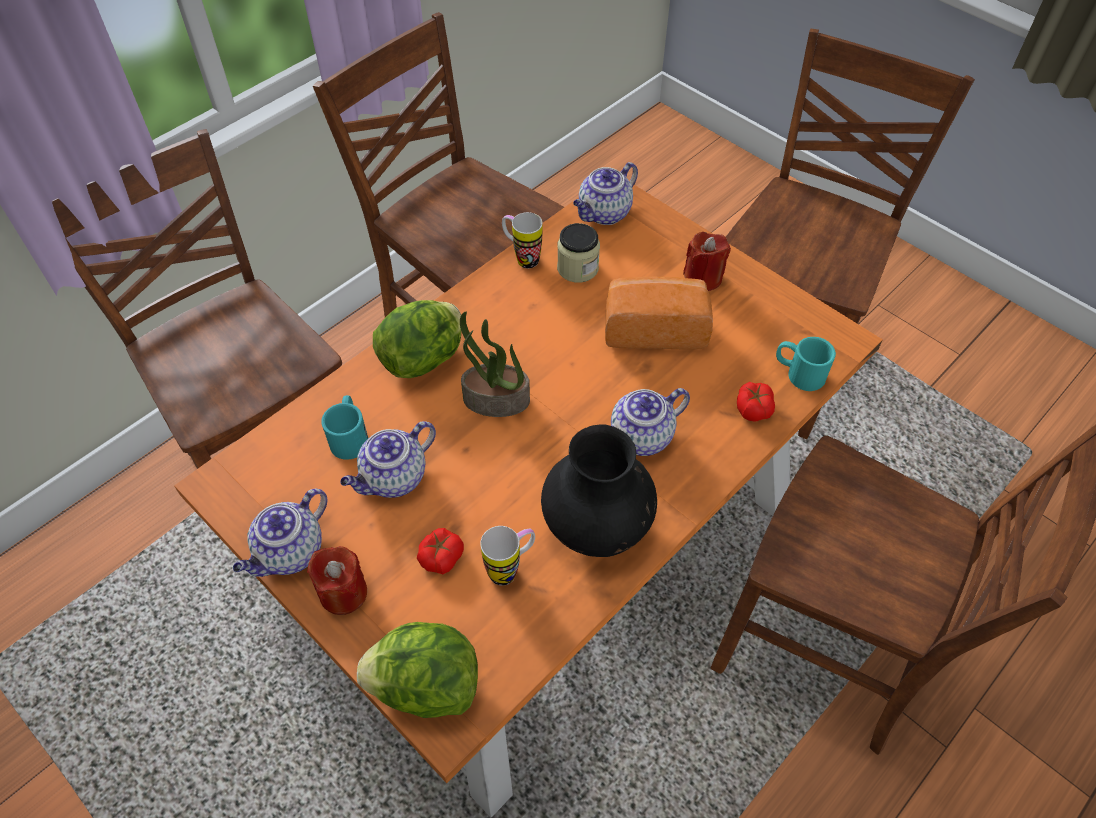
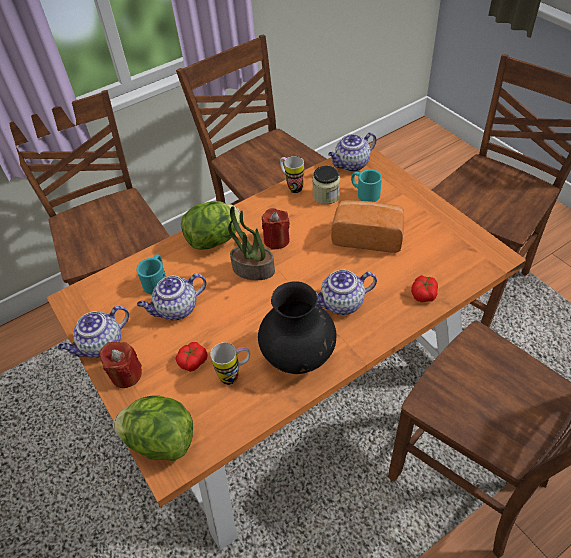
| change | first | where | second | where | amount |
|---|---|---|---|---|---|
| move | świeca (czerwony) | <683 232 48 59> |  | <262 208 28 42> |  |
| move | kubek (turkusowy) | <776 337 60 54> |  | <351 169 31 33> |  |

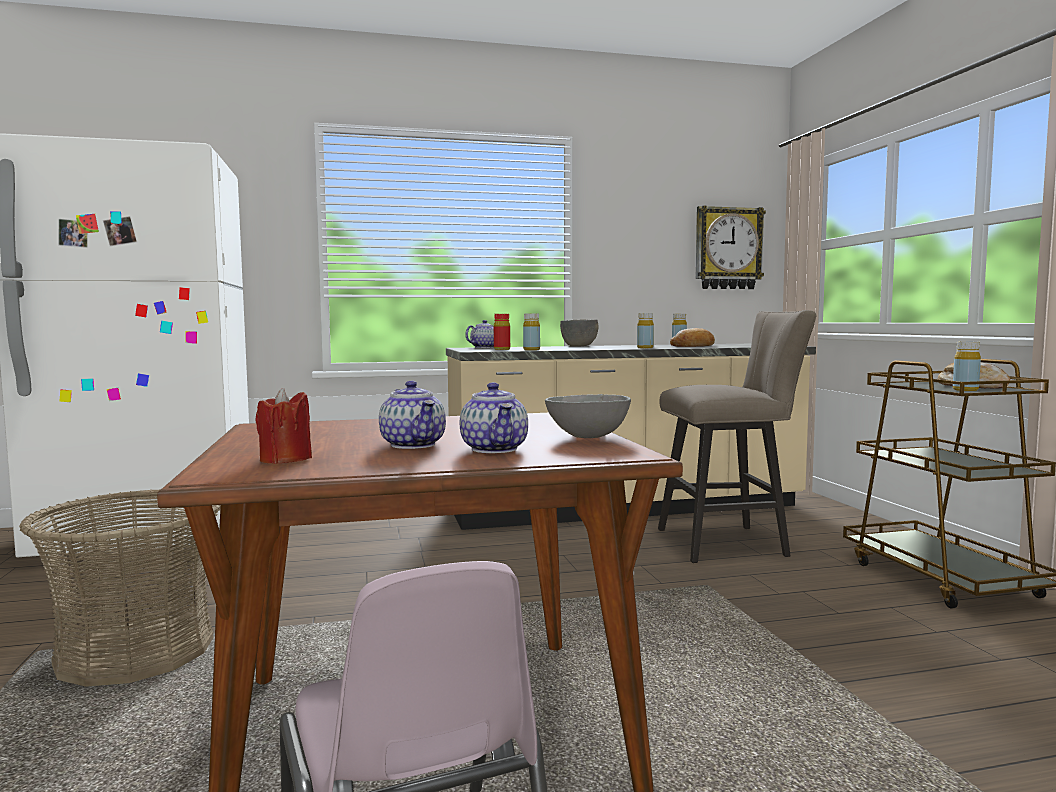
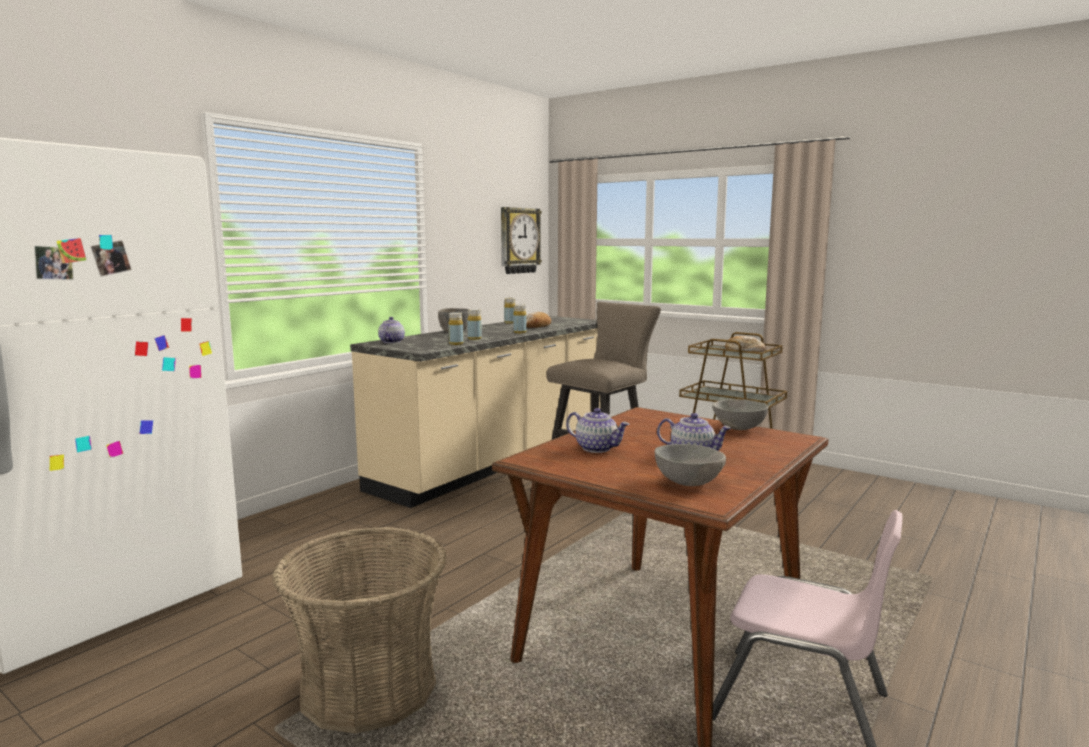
| change | first | where | second | where | amount |
|---|---|---|---|---|---|
| replace | świeca (czerwony) | <255 388 57 76> | miska (szary) | <654 444 72 42> |  |
| move | imbryk | <460 382 68 71> |  | <566 408 63 45> |  |
| delete | butelka (czerwony) | <494 314 16 36> |  |  |  |
| move | butelka (żółty) | <953 342 28 49> |  | <467 309 15 31> |  |

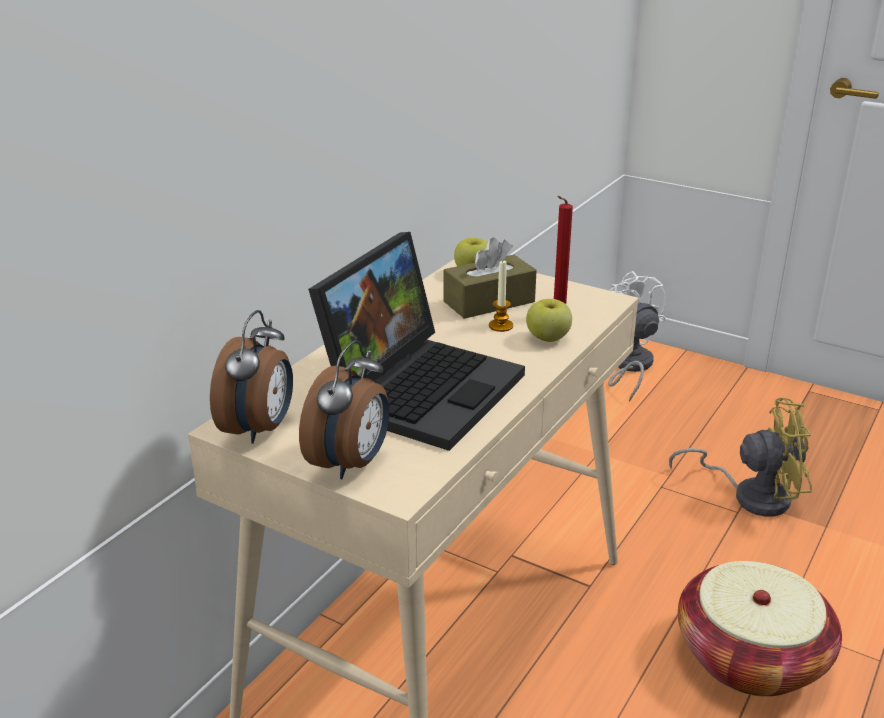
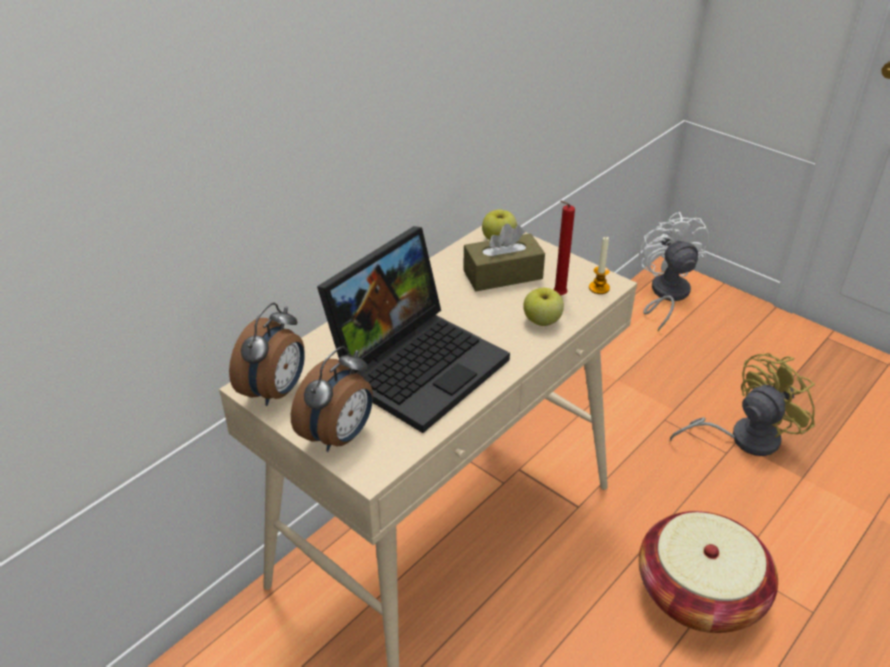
| change | first | where | second | where | amount |
|---|---|---|---|---|---|
| move | świeca | <489 261 24 71> |  | <589 237 21 57> |  |
| rotate | wentylator (żółty) | <669 398 143 119> |  | <670 353 145 103> | 45 degrees counterclockwise |

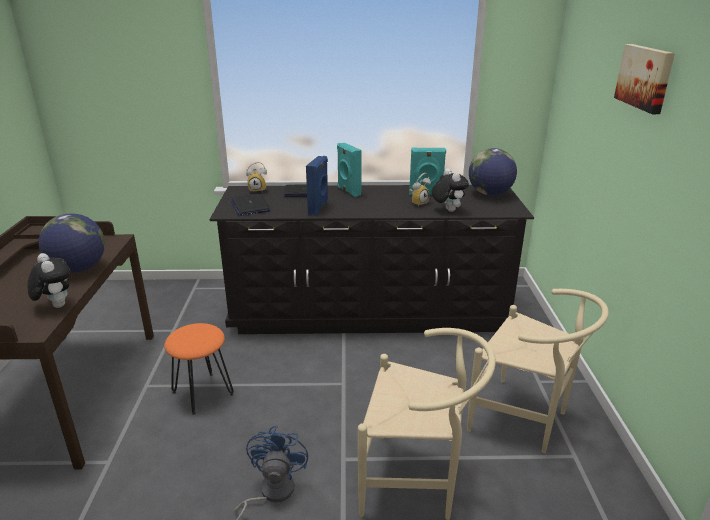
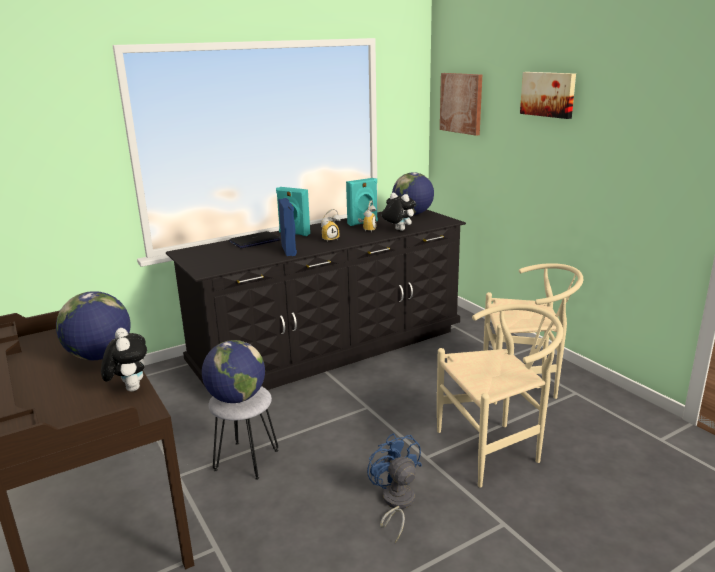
| change | first | where | second | where | amount |
|---|---|---|---|---|---|
| rotate | pluszak | <27 253 43 55> |  | <101 328 46 63> | 45 degrees clockwise |
| recolor | stołek (pomarańczowy) | <164 323 70 92> | stołek (szary) | <208 386 70 94> |  |
| delete | laptop | <230 194 41 22> |  |  |  |
| move | budzik | <246 162 21 31> |  | <321 209 19 33> |  |
| insert |  |  | globus | <202 340 63 63> |  |
| insert |  |  | obraz | <440 73 42 63> |  |

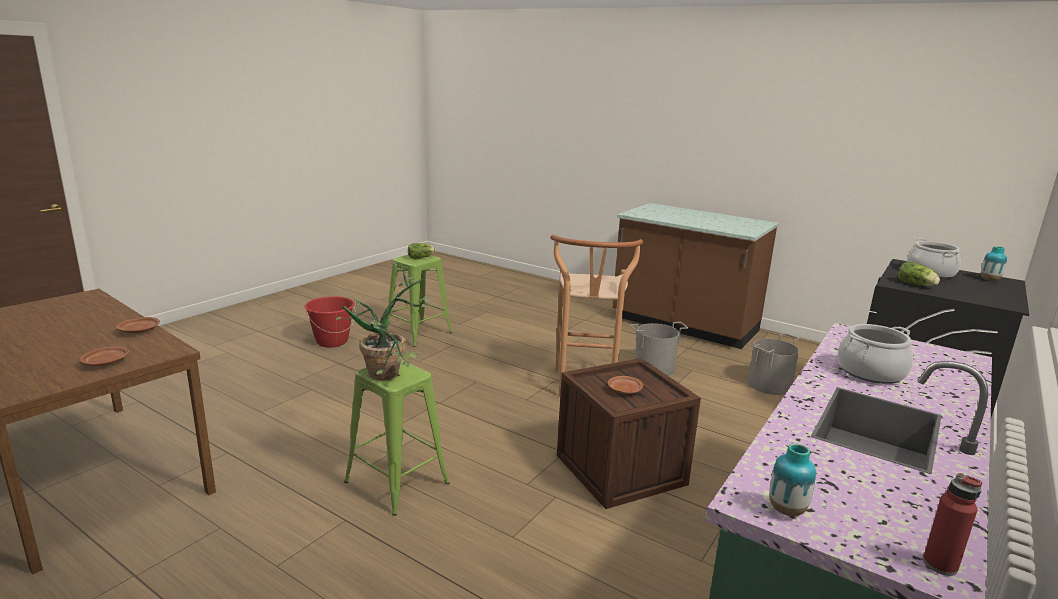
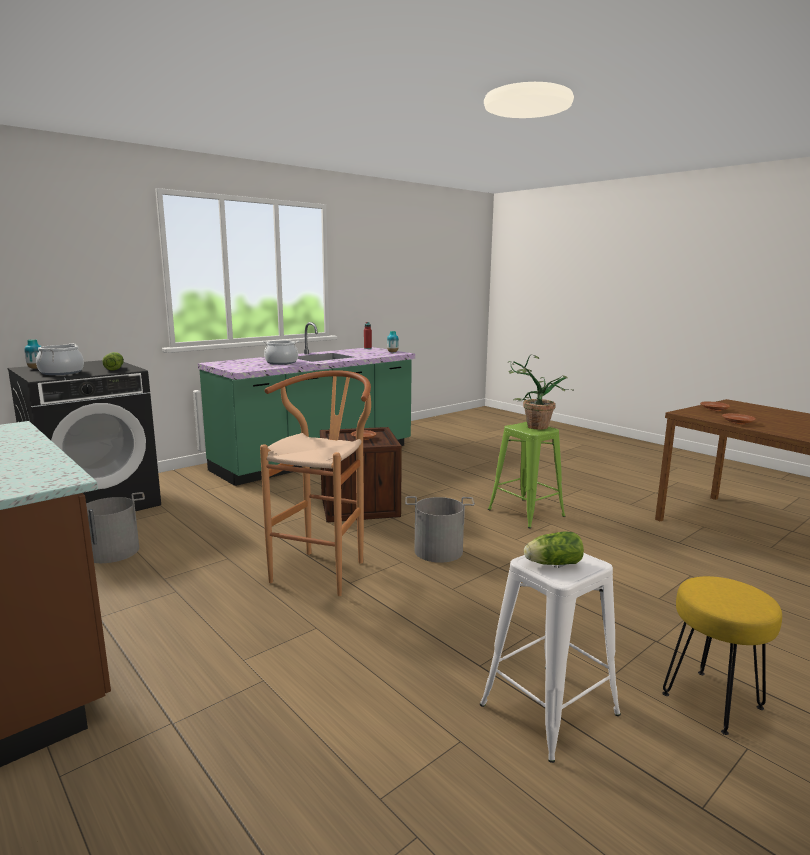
| change | first | where | second | where | amount |
|---|---|---|---|---|---|
| replace | wiadro (czerwony) | <305 296 51 51> | stołek (żółty) | <662 576 120 159> |  |
| recolor | stołek (zielony) | <385 255 68 92> | stołek (biały) | <480 553 141 210> |  |
| move | wiadro (szary) | <630 322 58 54> |  | <405 496 70 67> |  |

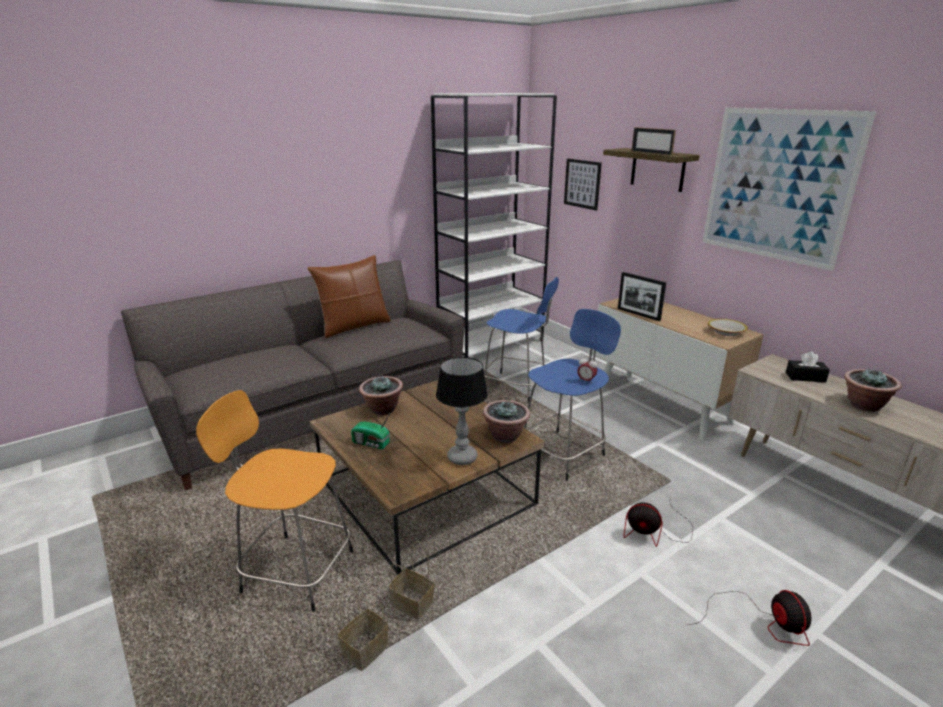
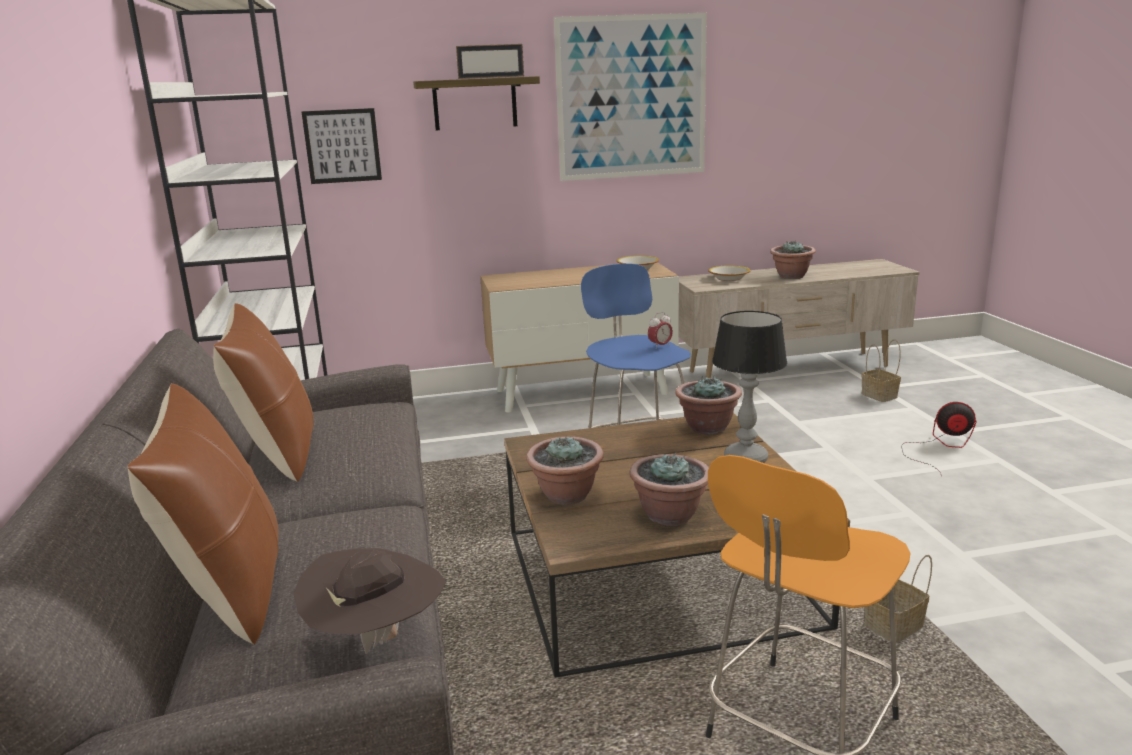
| change | first | where | second | where | amount |
|---|---|---|---|---|---|
| move | koszyk | <338 585 50 86> |  | <862 339 39 63> |  |
| replace | radio | <351 412 40 38> | roślina doniczkowa | <630 452 79 74> |  |
| delete | stołek (niebieski) | <484 277 75 126> |  |  |  |
| delete | ramka na zdjęcie | <618 272 48 49> |  |  |  |
| delete | wentylator | <624 497 69 50> |  |  |  |
| replace | pudełko chusteczek (czarny) | <786 352 44 30> | miska | <708 265 42 16> |  |
| insert |  |  | poduszka (brązowy) | <128 383 150 261> |  |
| insert |  |  | kapelusz (brązowy) | <293 548 153 106> |  |

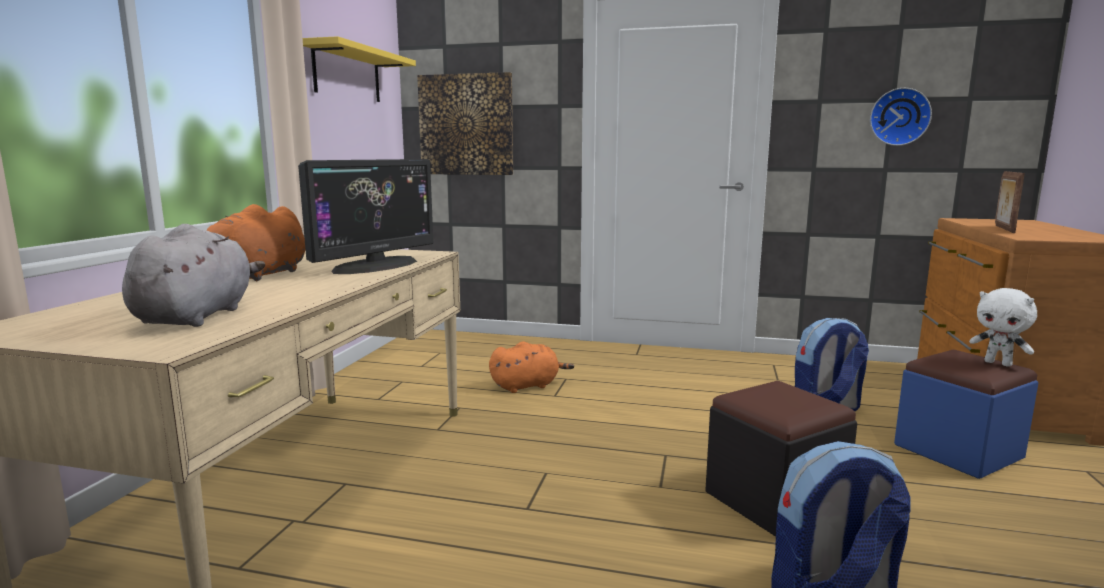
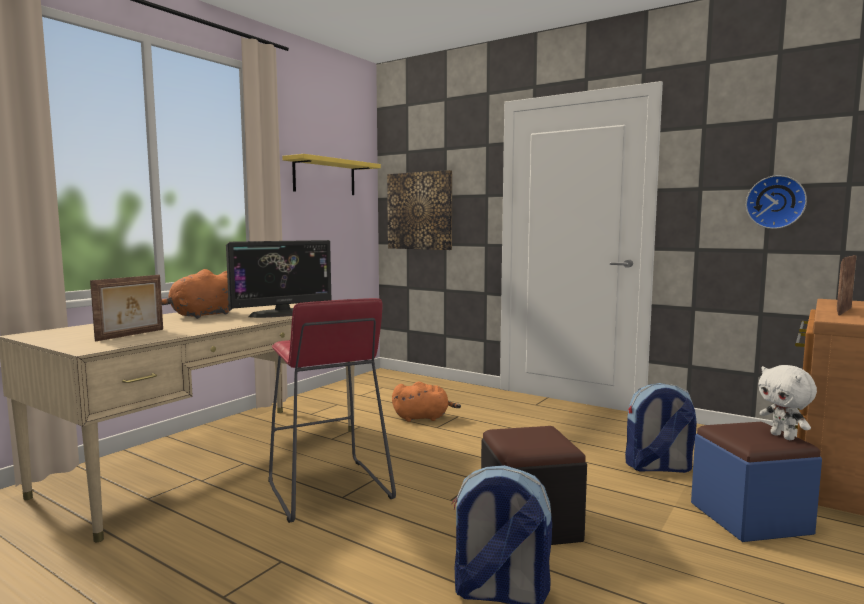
| change | first | where | second | where | amount |
|---|---|---|---|---|---|
| replace | pluszak (szary) | <122 224 143 103> | ramka na zdjęcie | <90 275 73 66> |  |
| insert |  |  | stołek (czerwony) | <268 298 128 225> |  |

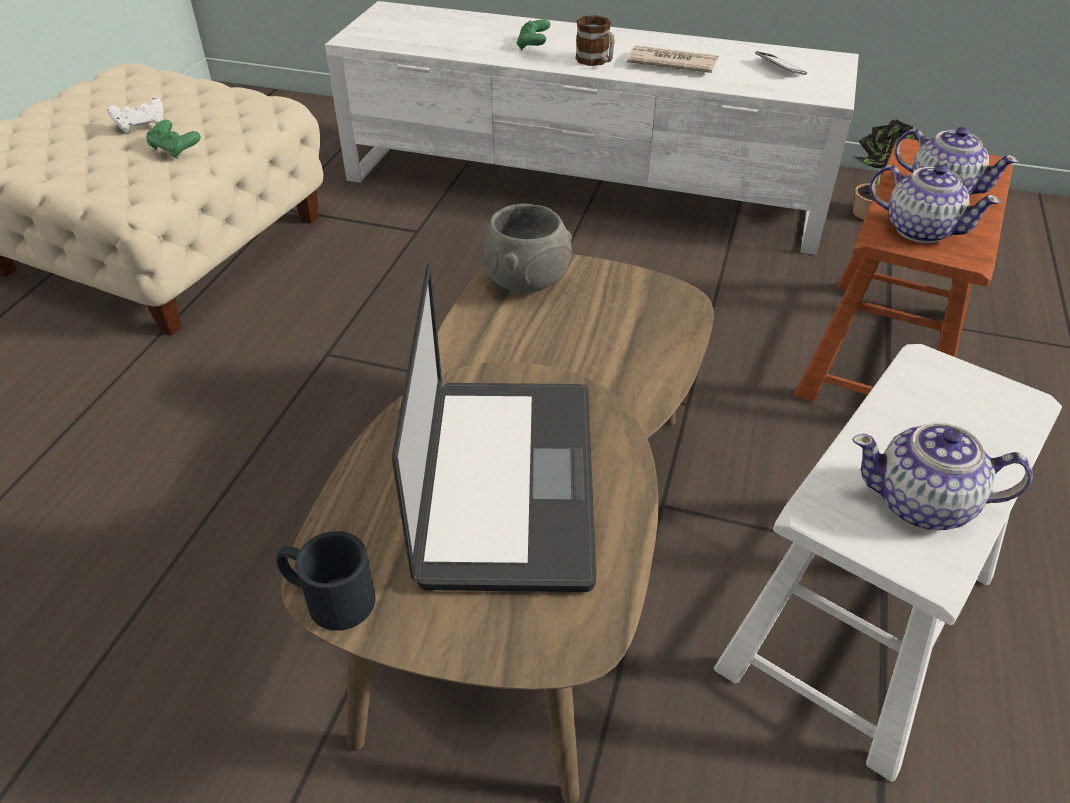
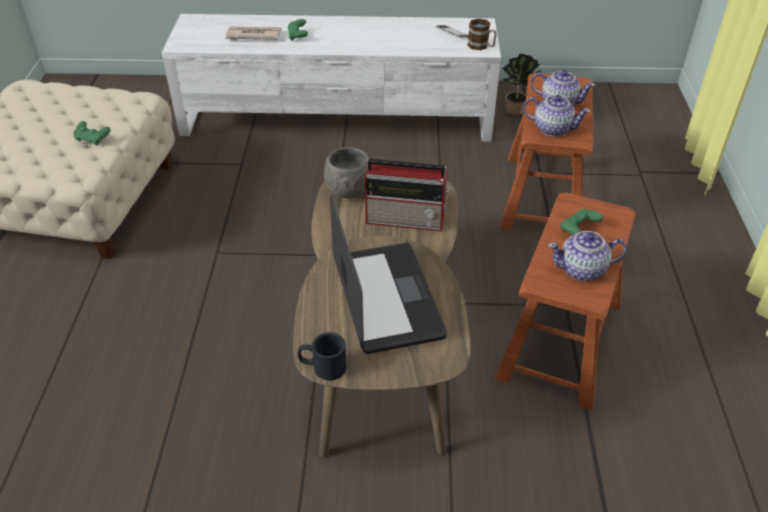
| change | first | where | second | where | amount |
|---|---|---|---|---|---|
| delete | pad do gier (biały) | <107 98 56 35> |  |  |  |
| move | kubek | <576 15 39 51> |  | <467 19 30 31> |  |
| move | gazeta | <627 45 91 28> |  | <225 26 56 14> |  |
| recolor | stołek (biały) | <714 344 348 437> | stołek (brązowy) | <495 192 141 218> |  |
| insert |  |  | radio | <365 159 85 72> |  |
| insert |  |  | pad do gier (zielony) | <560 209 43 26> |  |

